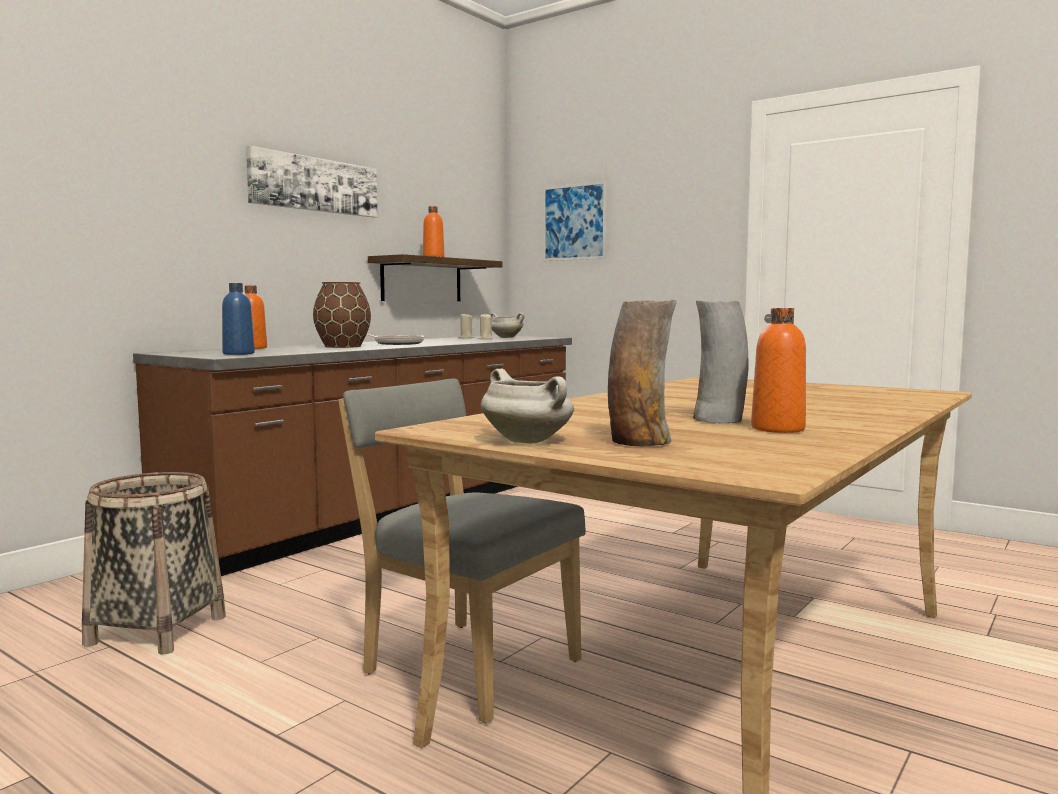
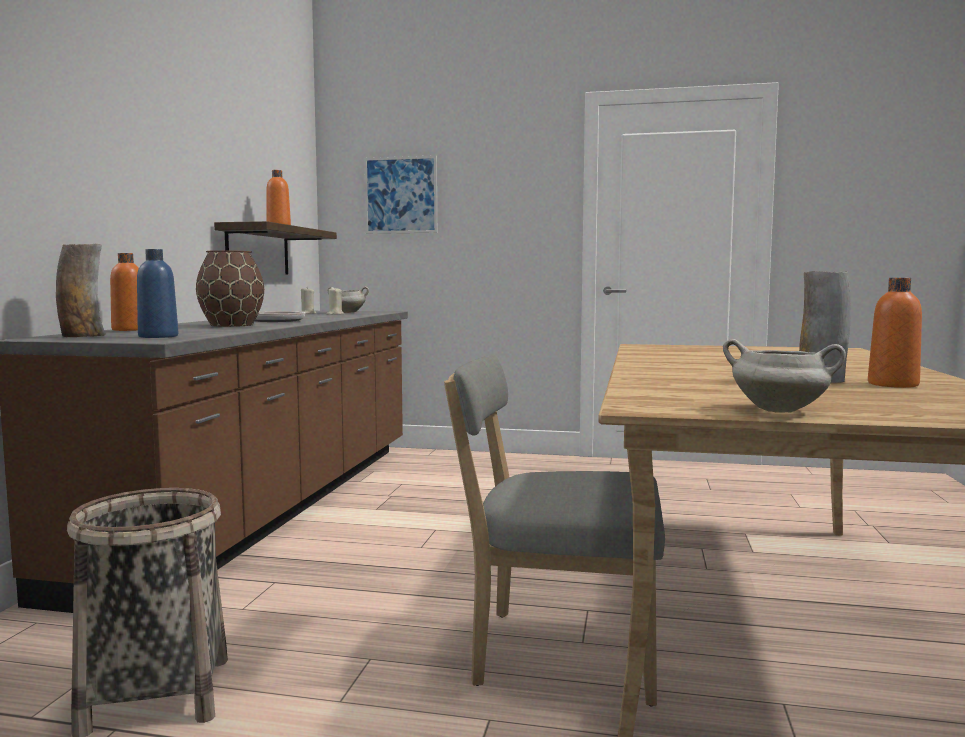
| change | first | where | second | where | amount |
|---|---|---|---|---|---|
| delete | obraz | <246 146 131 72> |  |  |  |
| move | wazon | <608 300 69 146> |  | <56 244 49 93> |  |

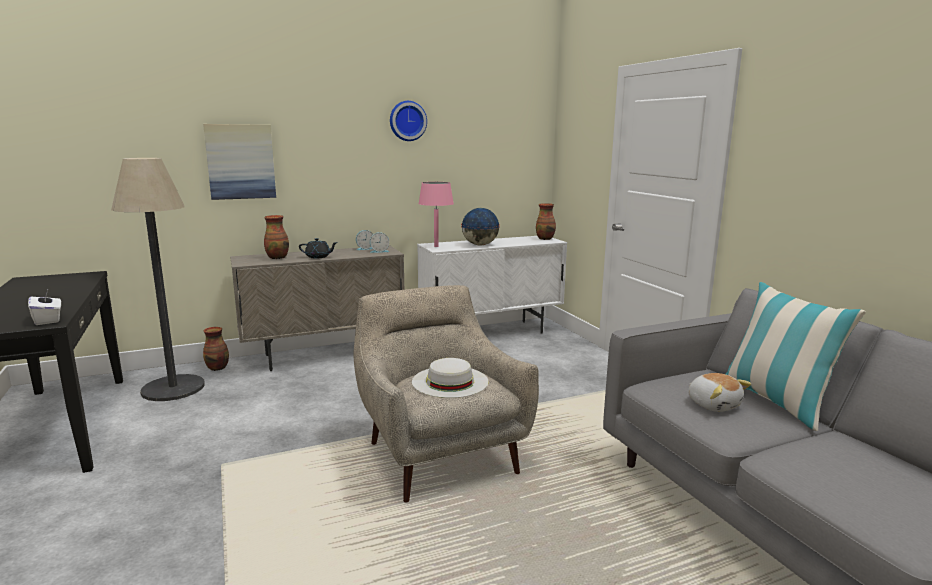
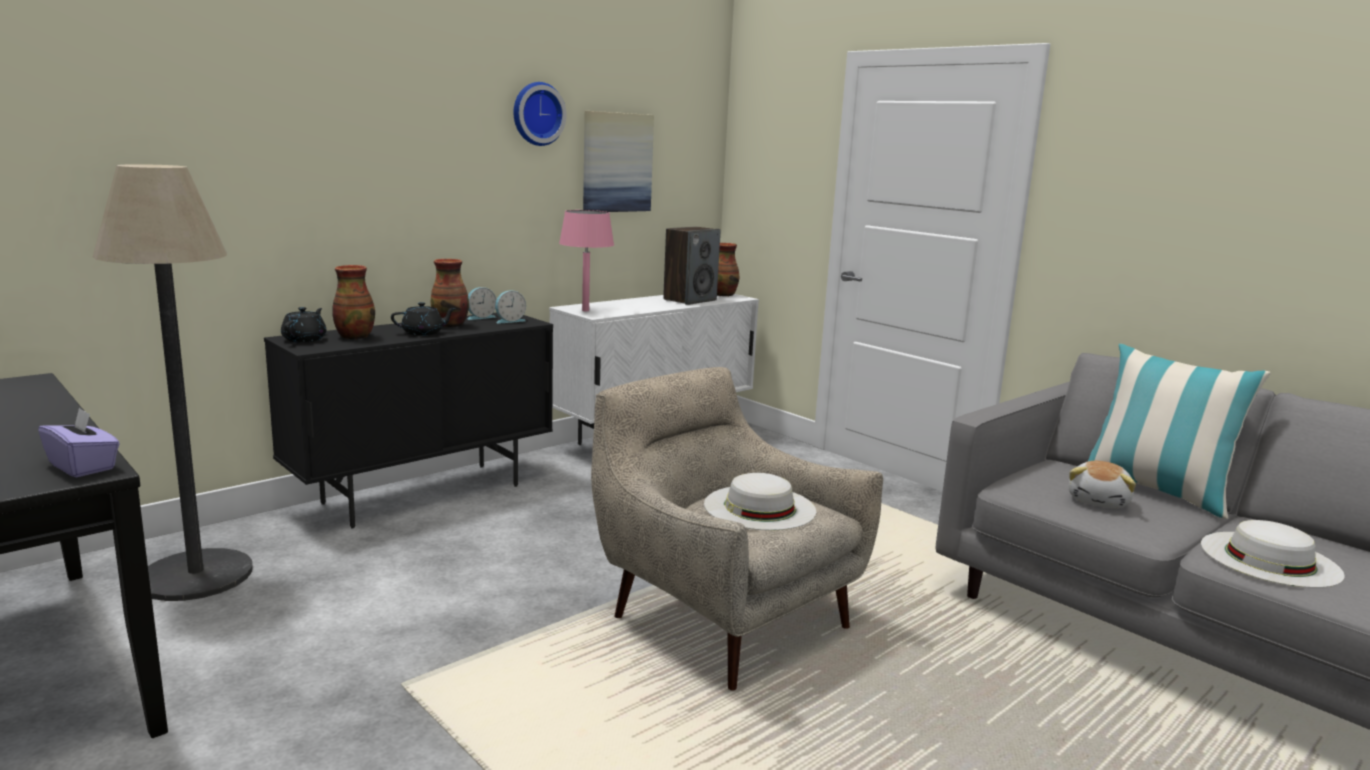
| change | first | where | second | where | amount |
|---|---|---|---|---|---|
| recolor | pudełko chusteczek (biały) | <28 288 33 37> | pudełko chusteczek (fioletowy) | <38 407 82 71> |  |
| move | obraz | <203 124 73 76> |  | <583 111 71 101> |  |
| move | wazon | <203 327 26 44> |  | <431 259 38 69> |  |
| recolor | szafka (beżowy) | <230 246 174 125> | szafka (czarny) | <264 313 289 216> |  |
| delete | globus | <461 208 39 37> |  |  |  |
| rotate | pluszak | <688 373 63 39> |  | <1068 461 68 47> | 75 degrees clockwise |
| insert |  |  | imbryk (czarny) | <281 307 45 36> |  |
| insert |  |  | głośnik | <663 227 58 78> |  |
| insert |  |  | kapelusz (biały) | <1201 520 144 68> |  |

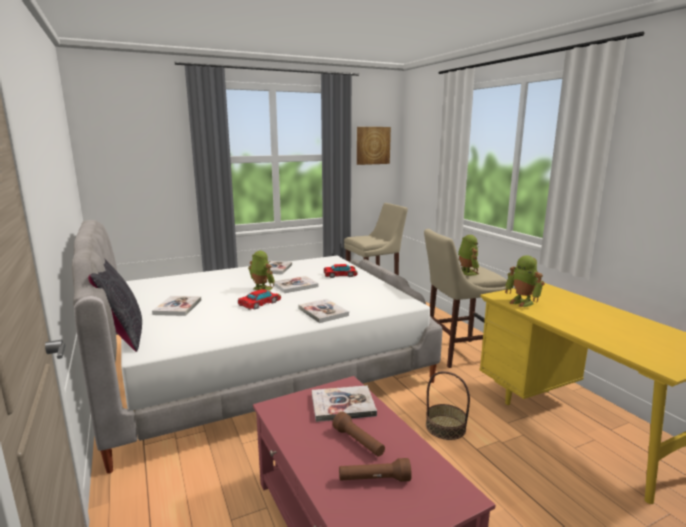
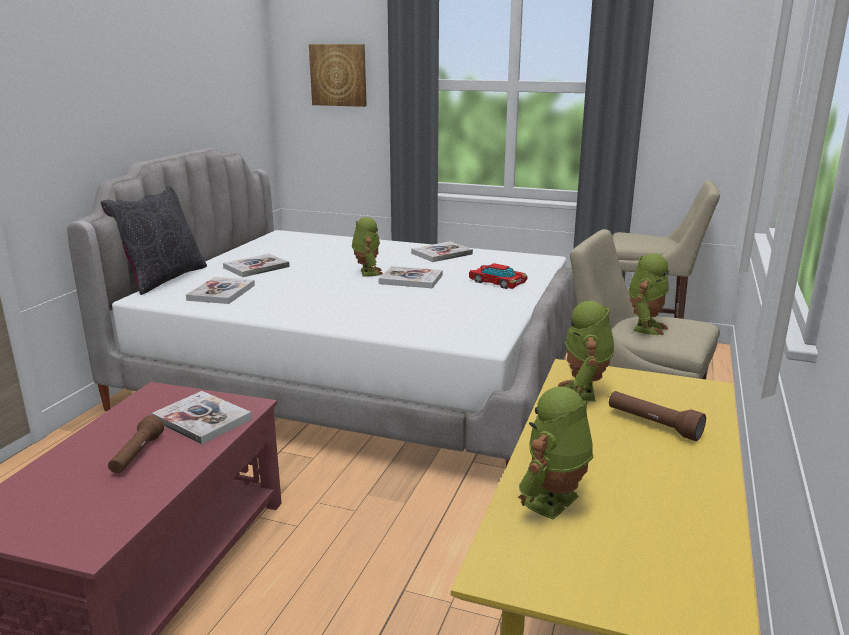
| change | first | where | second | where | amount |
|---|---|---|---|---|---|
| delete | samochodzik | <238 289 43 21> |  |  |  |
| move | książka | <299 299 50 24> |  | <186 277 69 27> |  |
| move | latarka (brązowy) | <339 458 73 24> |  | <609 391 97 50> |  |
| move | obraz | <357 127 34 38> |  | <309 44 58 63> |  |
| delete | koszyk | <426 371 44 69> |  |  |  |
| insert |  |  | robot zabawkowy | <518 386 75 134> |  |

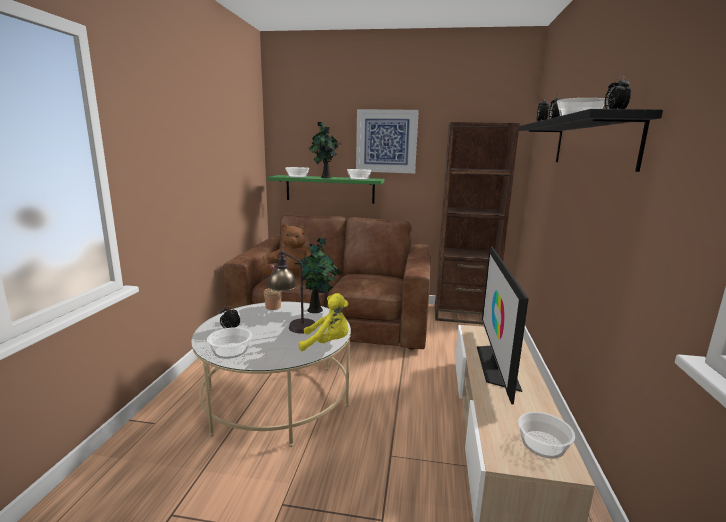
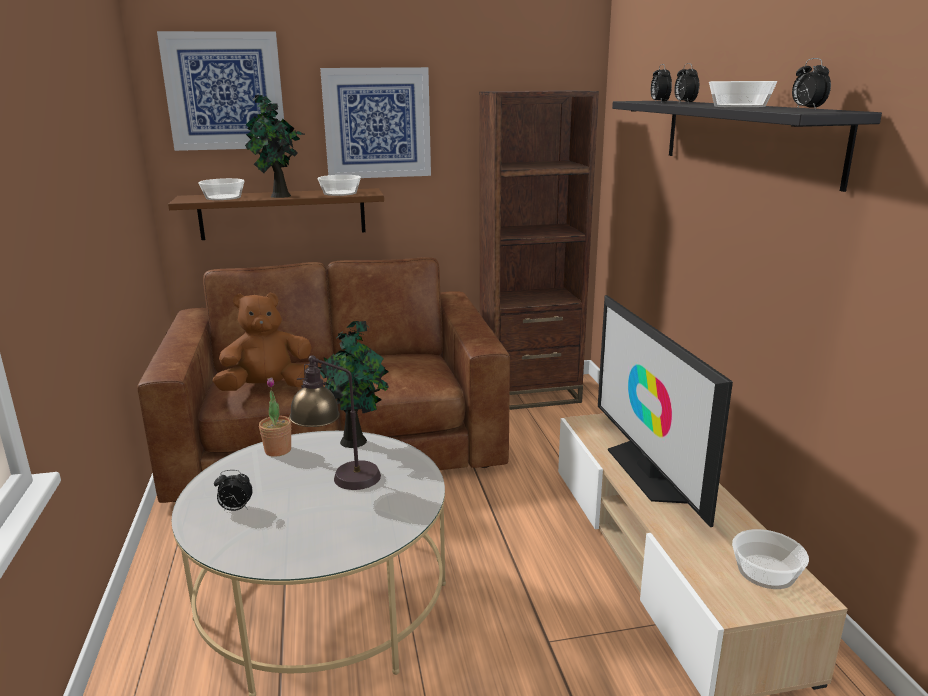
| change | first | where | second | where | amount |
|---|---|---|---|---|---|
| delete | miska | <207 327 45 32> |  |  |  |
| recolor | półka (zielony) | <268 175 116 29> | półka (brązowy) | <168 188 216 52> |  |
| delete | pluszak (żółty) | <299 293 50 58> |  |  |  |
| insert |  |  | obraz | <157 31 127 120> |  |

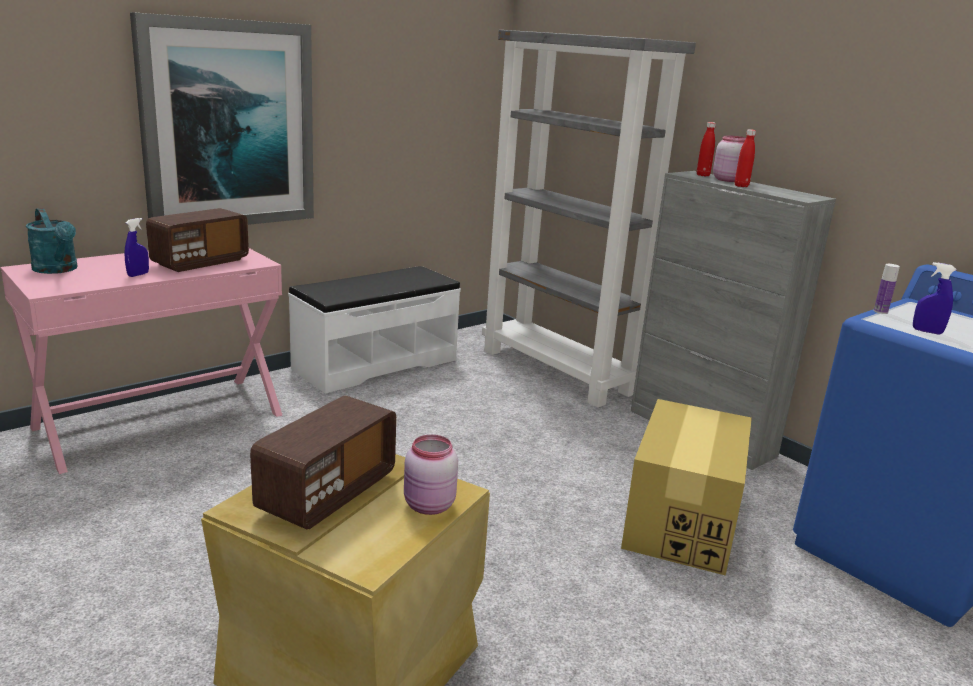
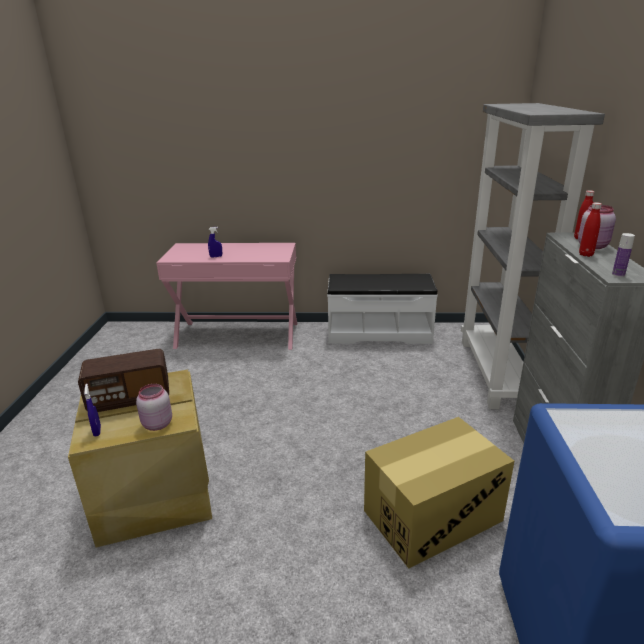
| change | first | where | second | where | amount |
|---|---|---|---|---|---|
| delete | konewka (turkusowy) | <26 208 51 66> |  |  |  |
| delete | obraz | <130 12 184 213> |  |  |  |
| delete | radio | <146 208 103 64> |  |  |  |
| move | butelka | <874 264 26 50> |  | <612 233 23 44> |  |
| move | spryskiwacz (niebieski) | <913 262 43 73> |  | <84 384 17 53> |  |

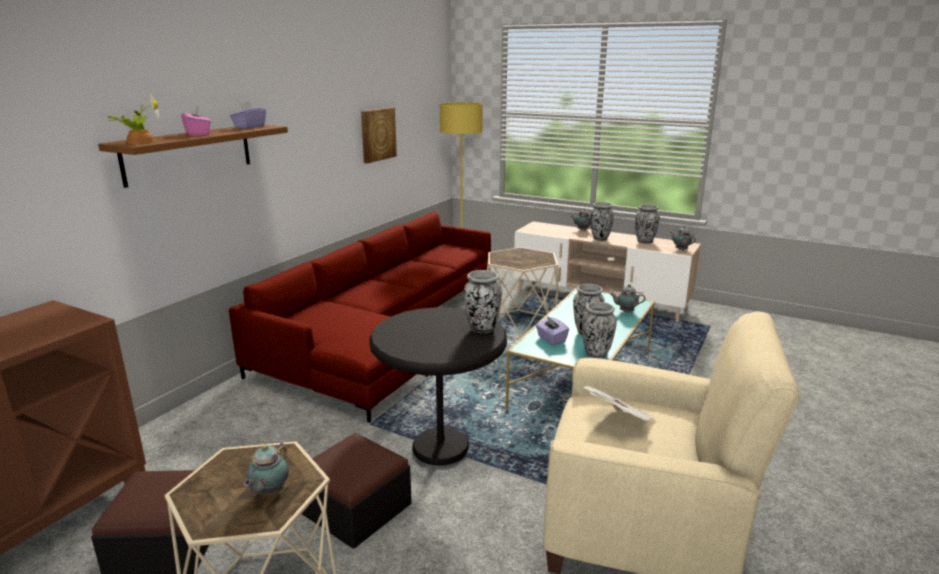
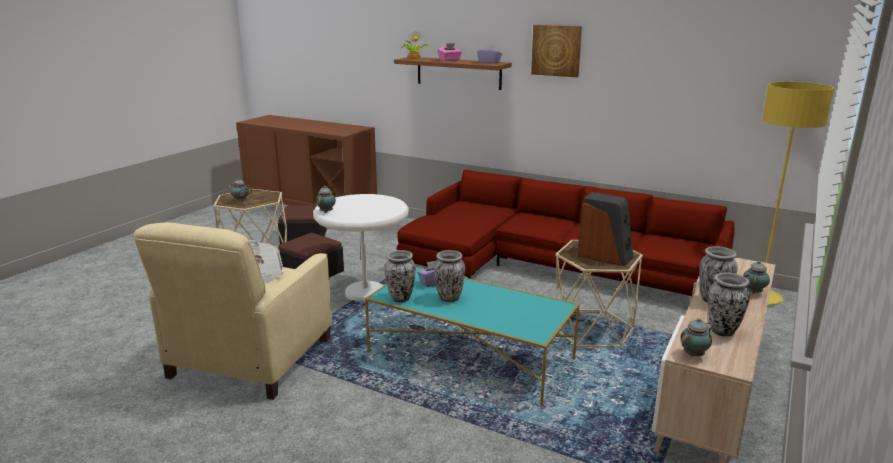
| change | first | where | second | where | amount |
|---|---|---|---|---|---|
| move | obraz | <361 108 36 55> |  | <531 25 51 52> |  |
| recolor | stolik (czarny) | <369 307 138 158> | stolik (biały) | <313 194 96 107> |  |
| delete | wazon | <464 270 38 63> |  |  |  |
| move | imbryk | <610 284 36 28> |  | <316 186 20 27> |  |
| insert |  |  | głośnik | <578 192 55 74> |  |

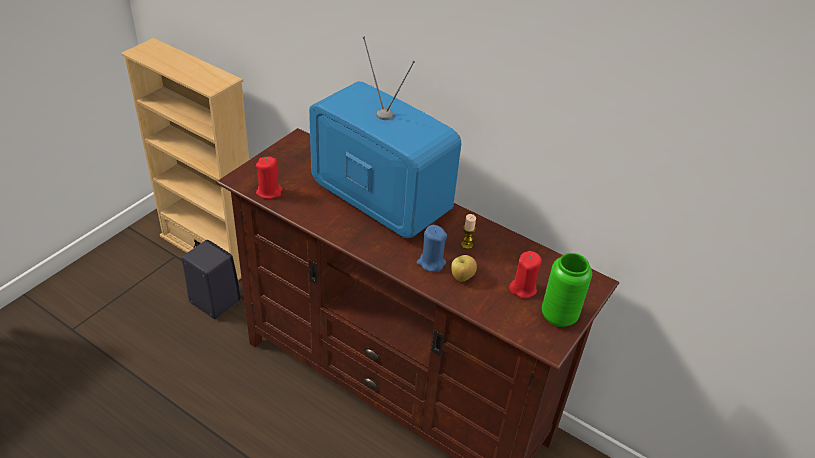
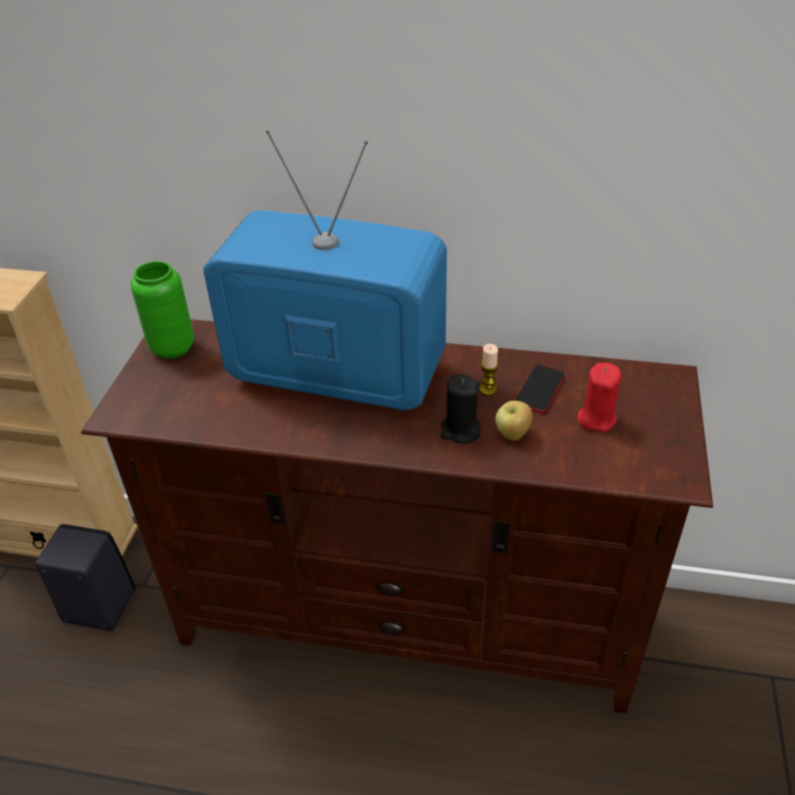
| change | first | where | second | where | amount |
|---|---|---|---|---|---|
| delete | świeca (czerwony) | <256 156 27 43> |  |  |  |
| recolor | świeca (niebieski) | <417 225 30 47> | świeca (czarny) | <441 374 40 69> |  |
| move | wazon (zielony) | <542 253 50 74> |  | <131 261 63 98> |  |
| insert |  |  | telefon | <515 365 50 49> |  |

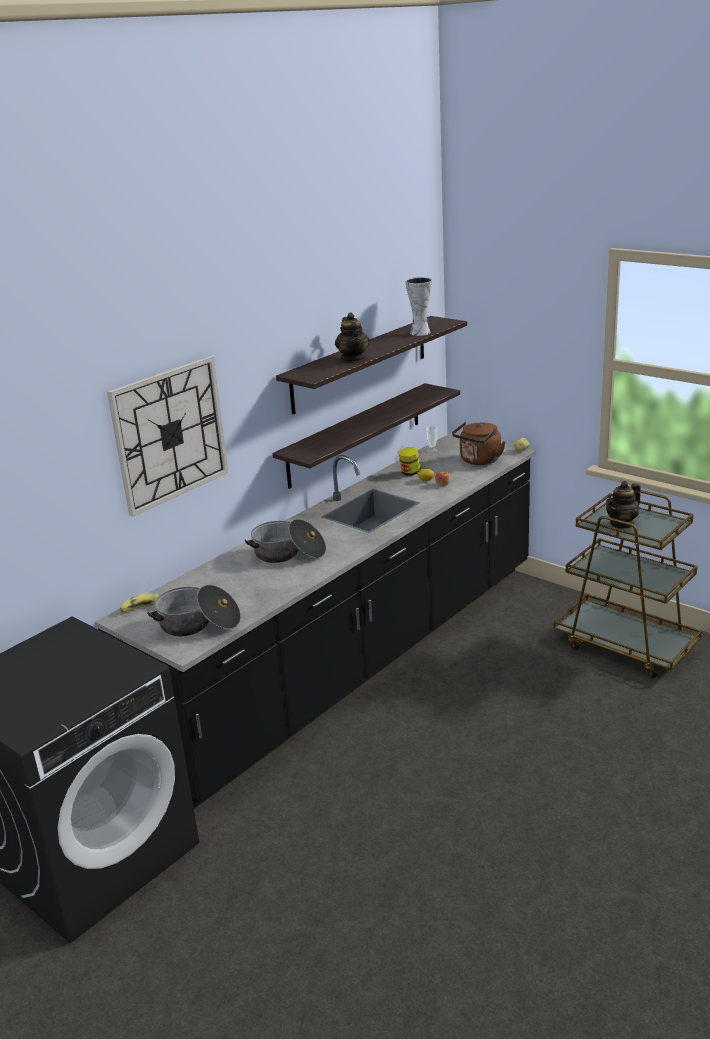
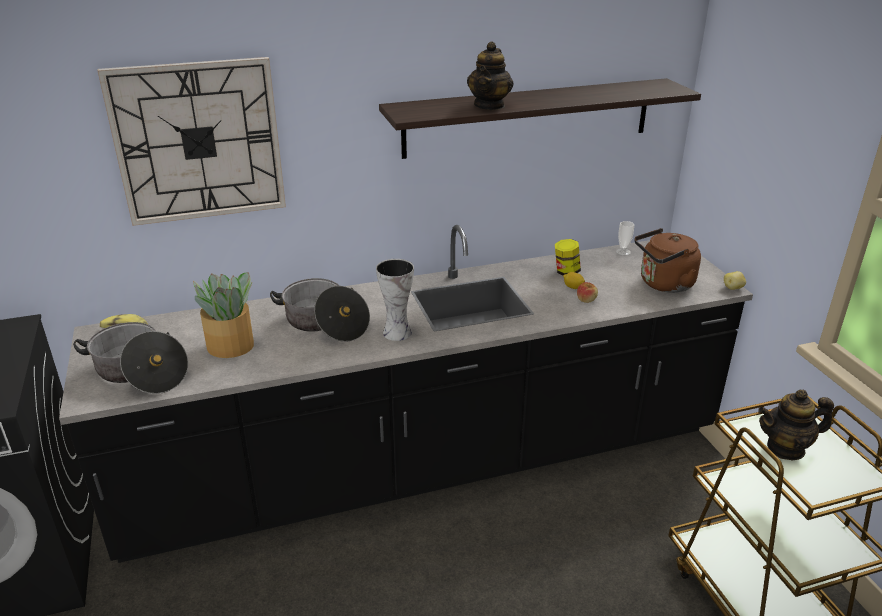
| change | first | where | second | where | amount |
|---|---|---|---|---|---|
| delete | półka | <273 383 187 106> |  |  |  |
| move | wazon | <405 277 27 59> |  | <376 259 38 82> |  |
| insert |  |  | roślina doniczkowa | <193 272 61 86> |  |

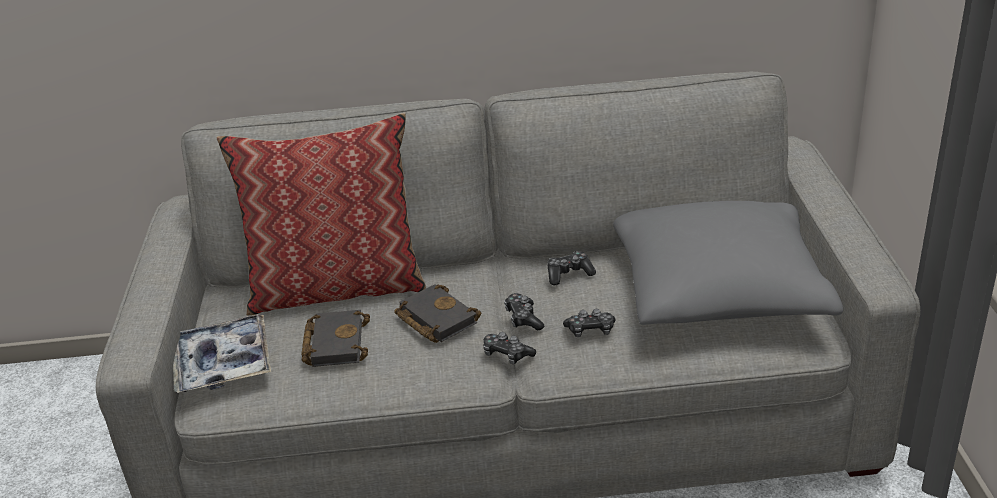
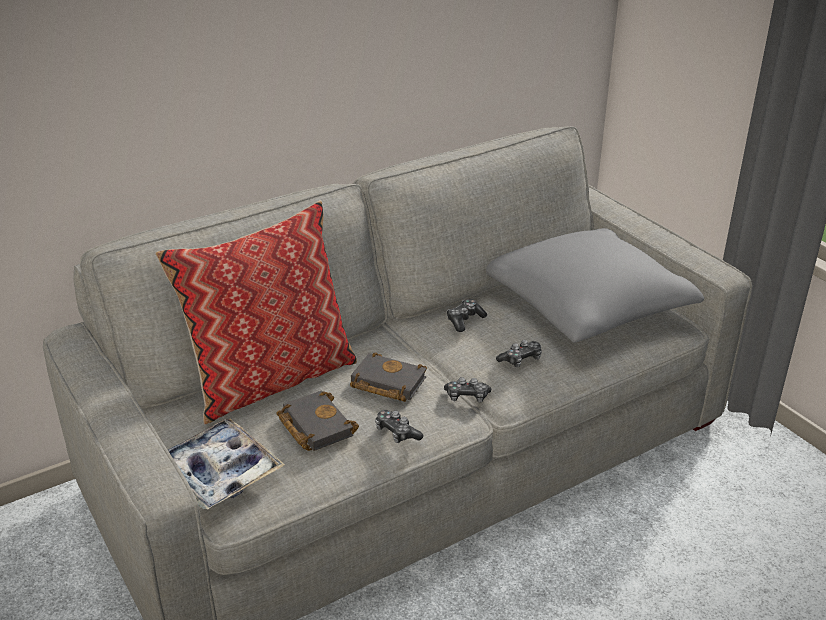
| change | first | where | second | where | amount |
|---|---|---|---|---|---|
| move | pad do gier | <504 293 40 37> |  | <375 410 48 33> |  |

